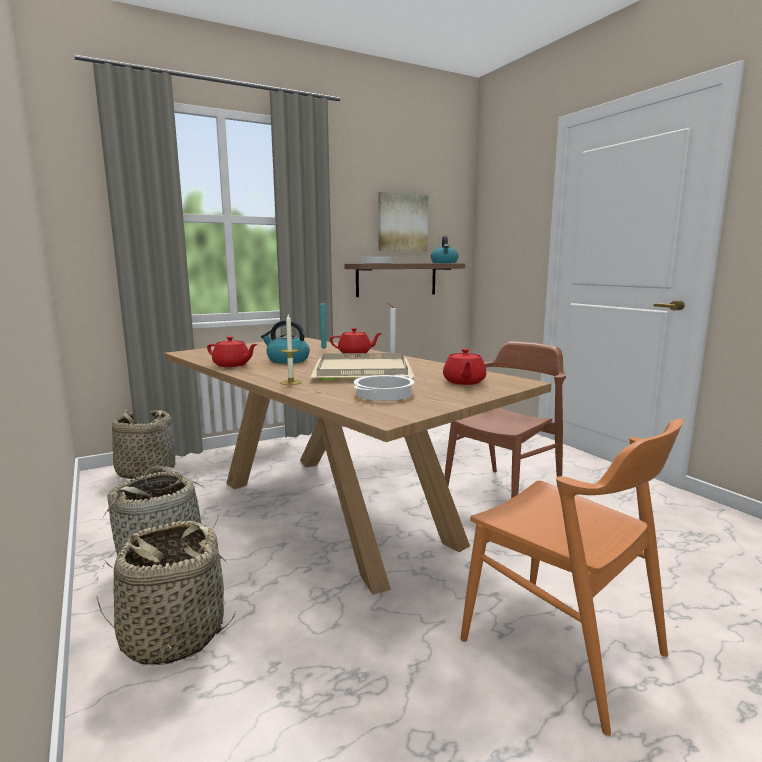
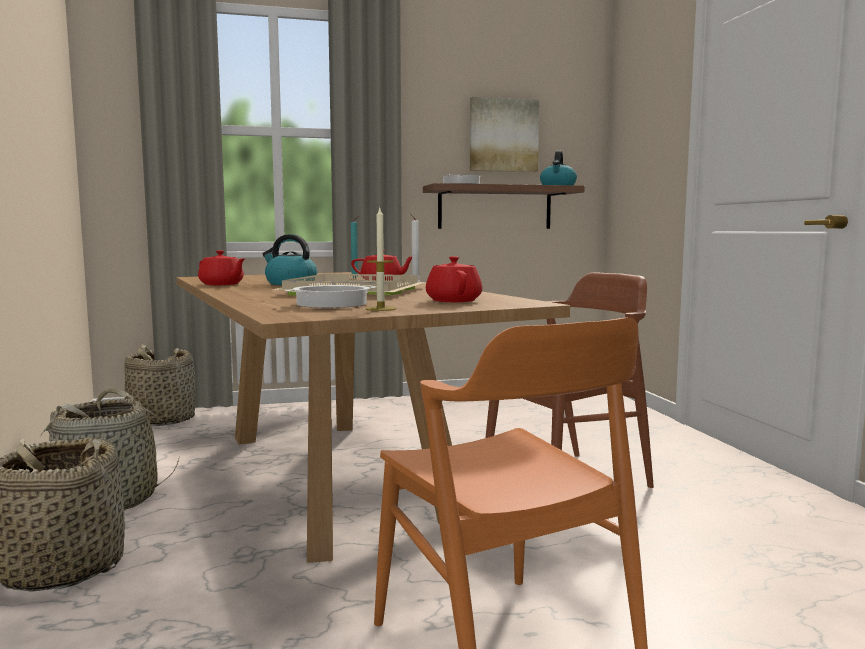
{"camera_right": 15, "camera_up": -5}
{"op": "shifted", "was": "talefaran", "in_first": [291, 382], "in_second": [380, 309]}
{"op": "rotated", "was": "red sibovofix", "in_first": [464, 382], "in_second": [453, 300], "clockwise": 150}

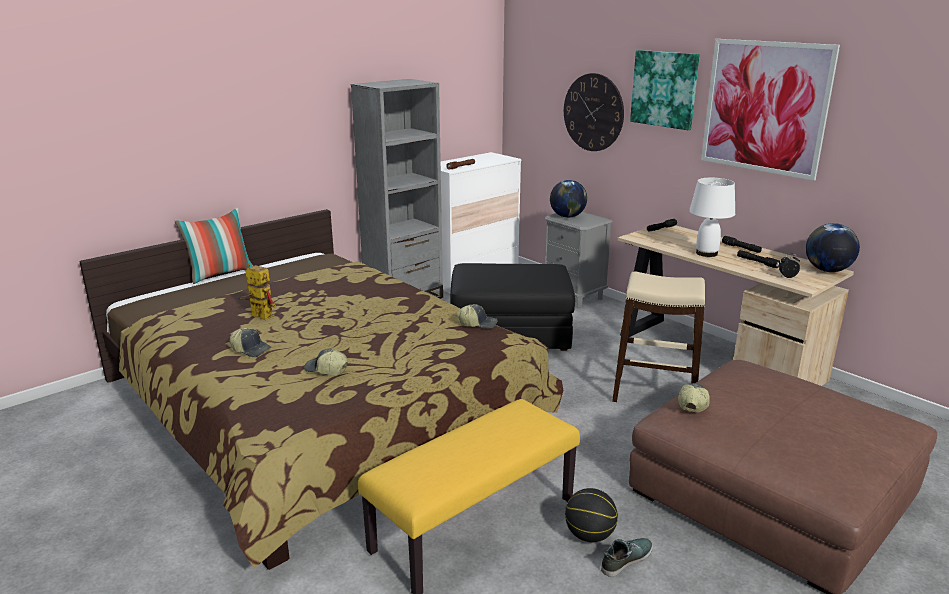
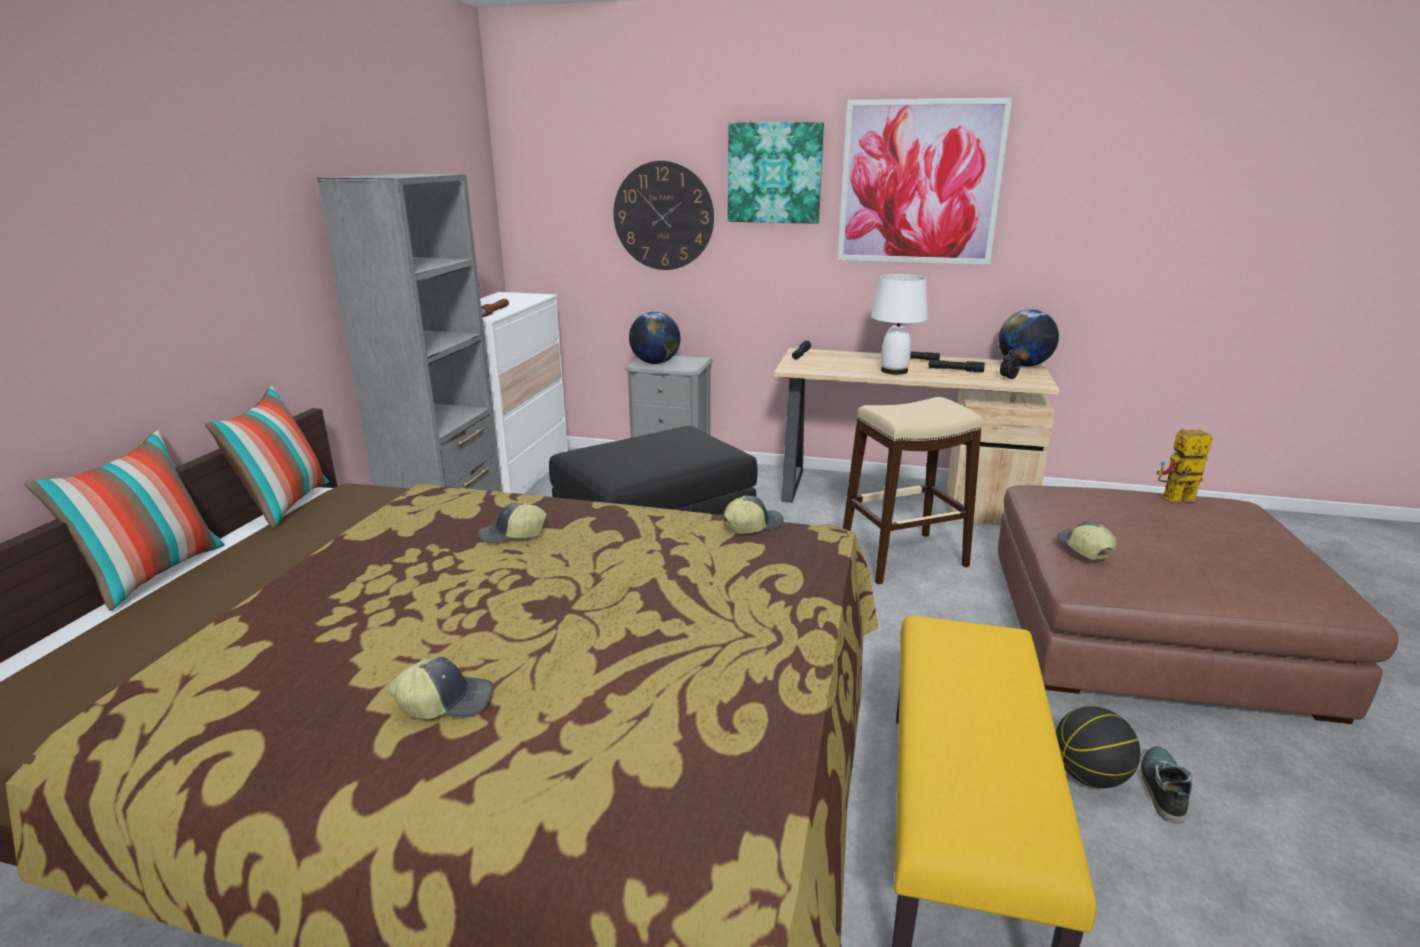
{"camera_right": -35, "camera_up": 0}
{"op": "new", "now": "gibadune", "in_second": [284, 505]}
{"op": "shifted", "was": "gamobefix", "in_first": [326, 370], "in_second": [512, 535]}
{"op": "shifted", "was": "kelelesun", "in_first": [257, 315], "in_second": [1173, 499]}

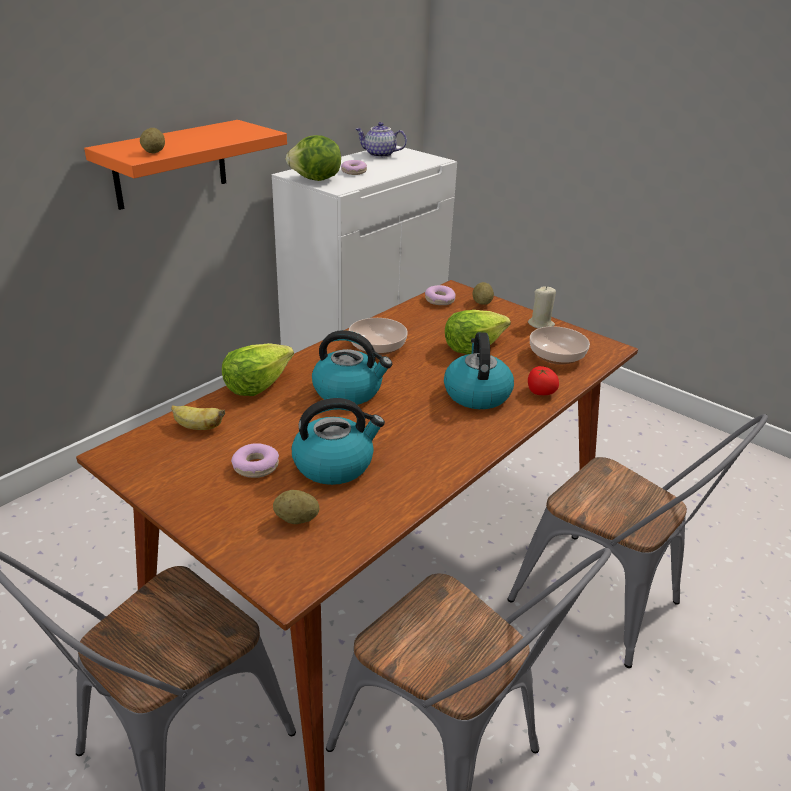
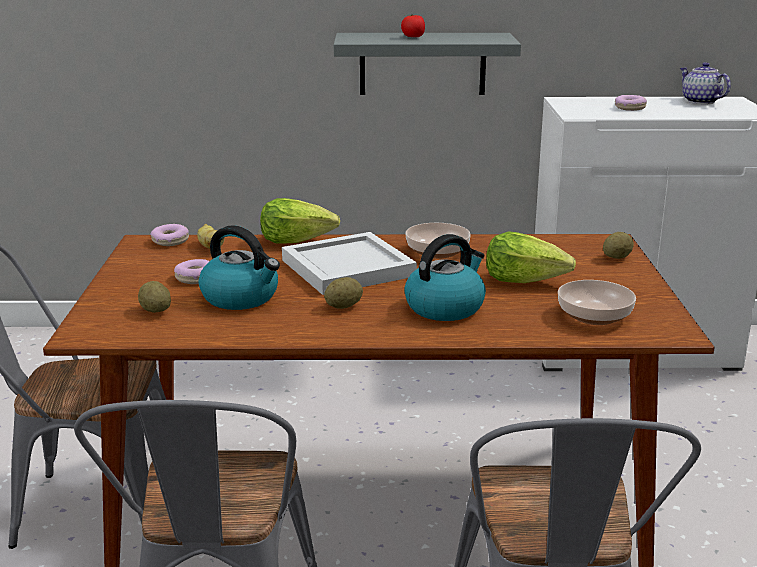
{"camera_right": 50, "camera_up": -10}
{"op": "shifted", "was": "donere", "in_first": [439, 300], "in_second": [170, 241]}
{"op": "swapped", "was": "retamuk", "now": "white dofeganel", "in_first": [349, 391], "in_second": [348, 267]}
{"op": "shifted", "was": "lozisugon", "in_first": [154, 152], "in_second": [343, 306]}
{"op": "repainted", "was": "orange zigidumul", "now": "grey zigidumul", "in_first": [170, 164], "in_second": [422, 63]}
{"op": "shifted", "was": "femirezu", "in_first": [540, 392], "in_second": [413, 37]}
{"op": "gone", "was": "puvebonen", "in_first": [316, 180]}
{"op": "gone", "was": "beige talefaran", "in_first": [541, 324]}

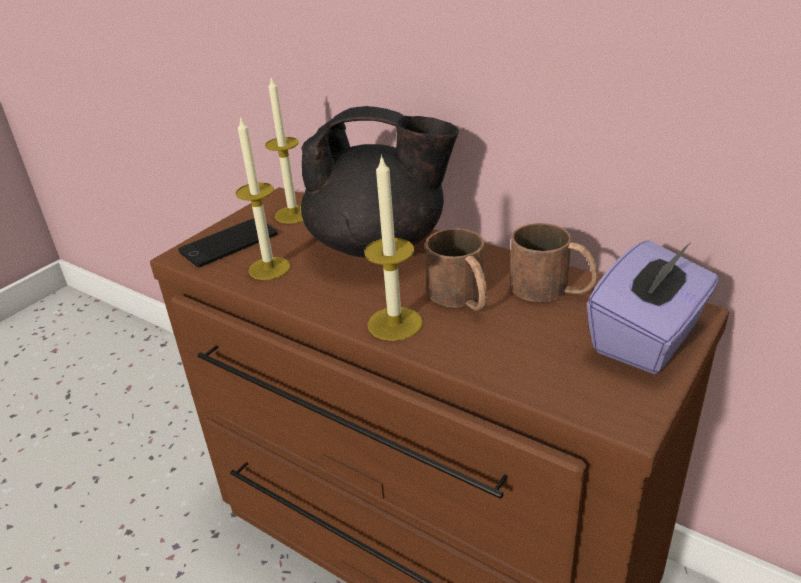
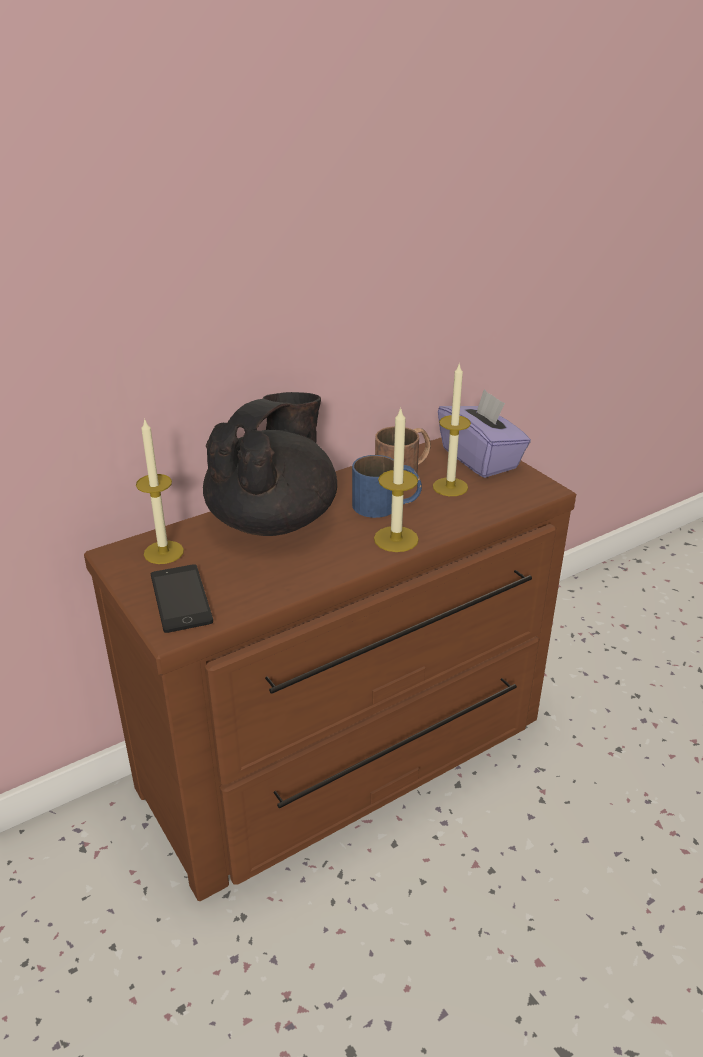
{"camera_right": -70, "camera_up": 0}
{"op": "repainted", "was": "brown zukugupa", "now": "blue zukugupa", "in_first": [462, 298], "in_second": [386, 505]}
{"op": "shifted", "was": "talefaran", "in_first": [269, 268], "in_second": [450, 487]}

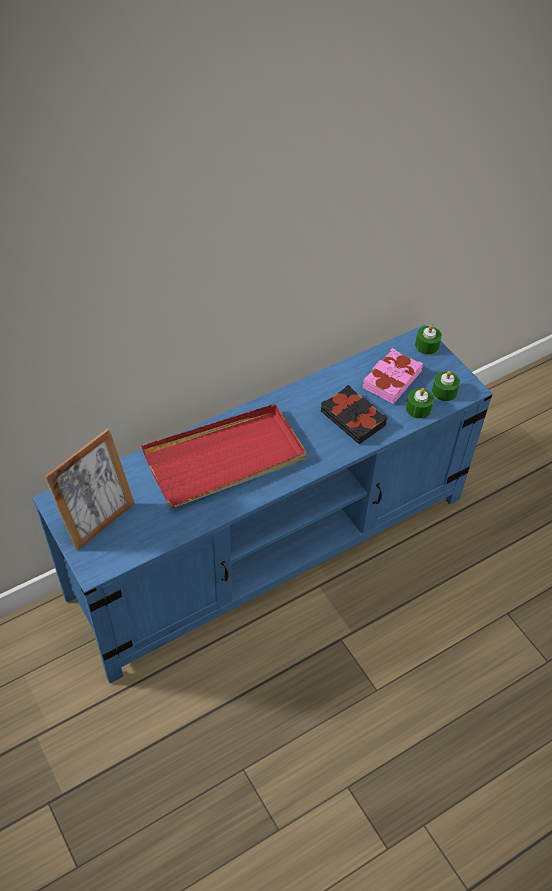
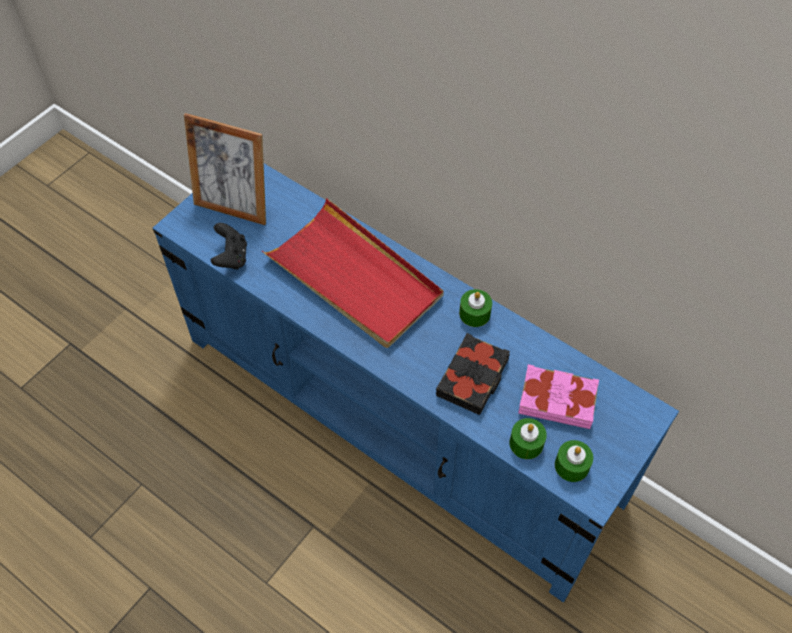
{"camera_right": 70, "camera_up": 5}
{"op": "new", "now": "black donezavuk", "in_second": [231, 257]}
{"op": "shifted", "was": "green talefaran", "in_first": [427, 345], "in_second": [474, 313]}

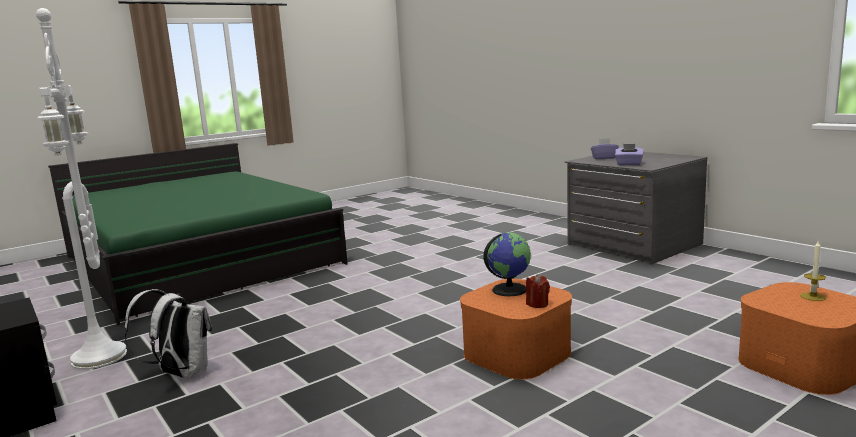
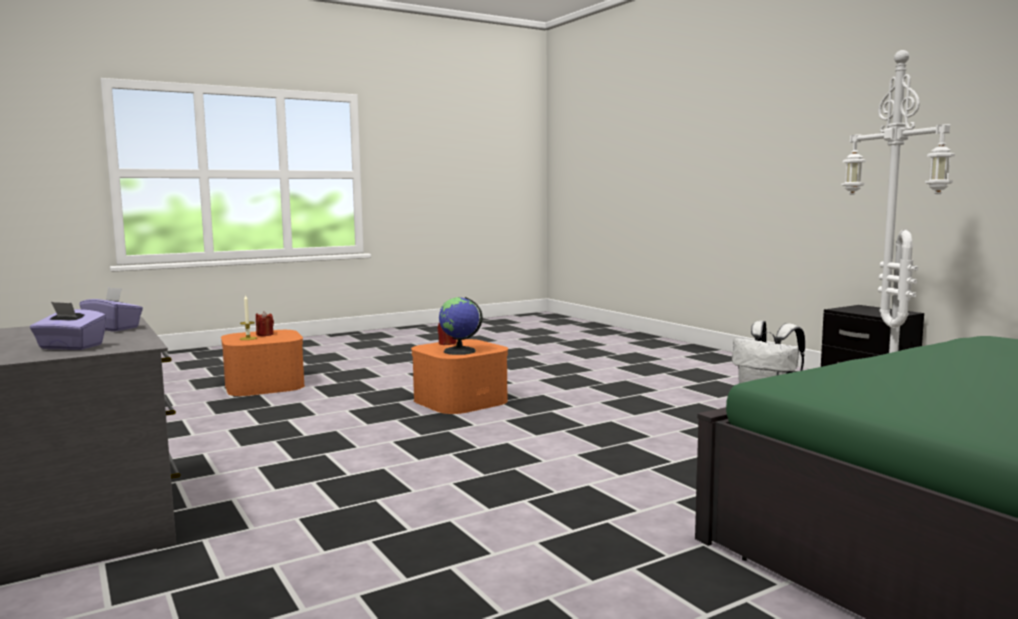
{"camera_right": -175, "camera_up": -5}
{"op": "new", "now": "red talefaran", "in_second": [265, 334]}

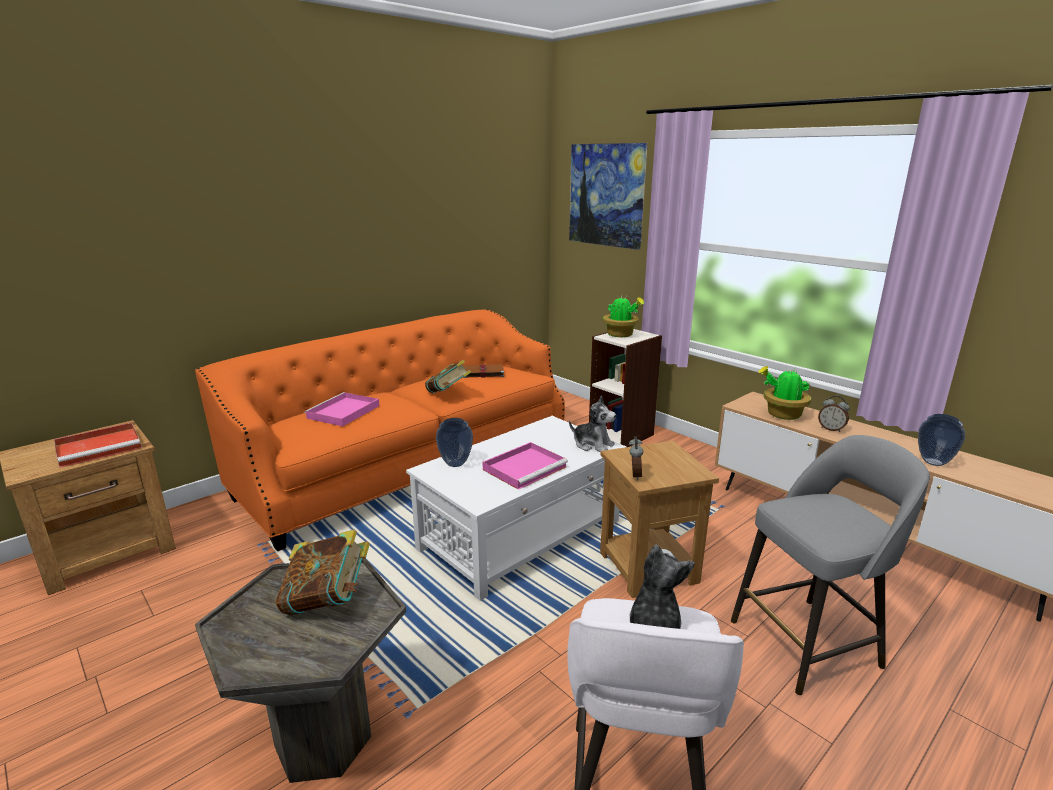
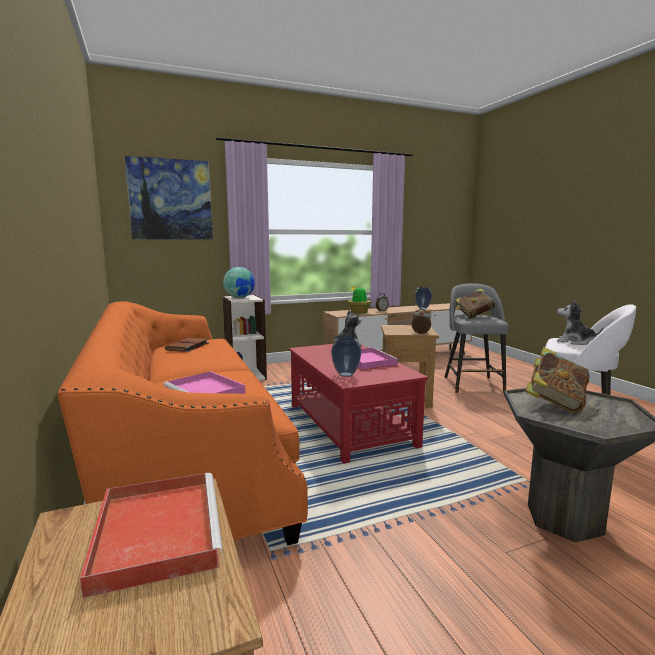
{"camera_right": -70, "camera_up": -10}
{"op": "swapped", "was": "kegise", "now": "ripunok", "in_first": [621, 335], "in_second": [239, 298]}
{"op": "repainted", "was": "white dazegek", "now": "red dazegek", "in_first": [521, 534], "in_second": [349, 424]}
{"op": "shifted", "was": "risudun", "in_first": [448, 394], "in_second": [474, 316]}

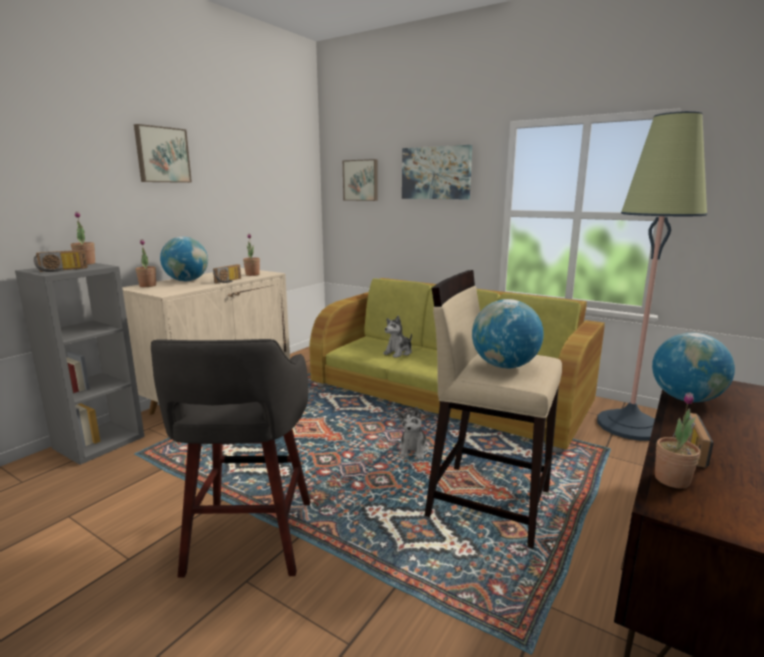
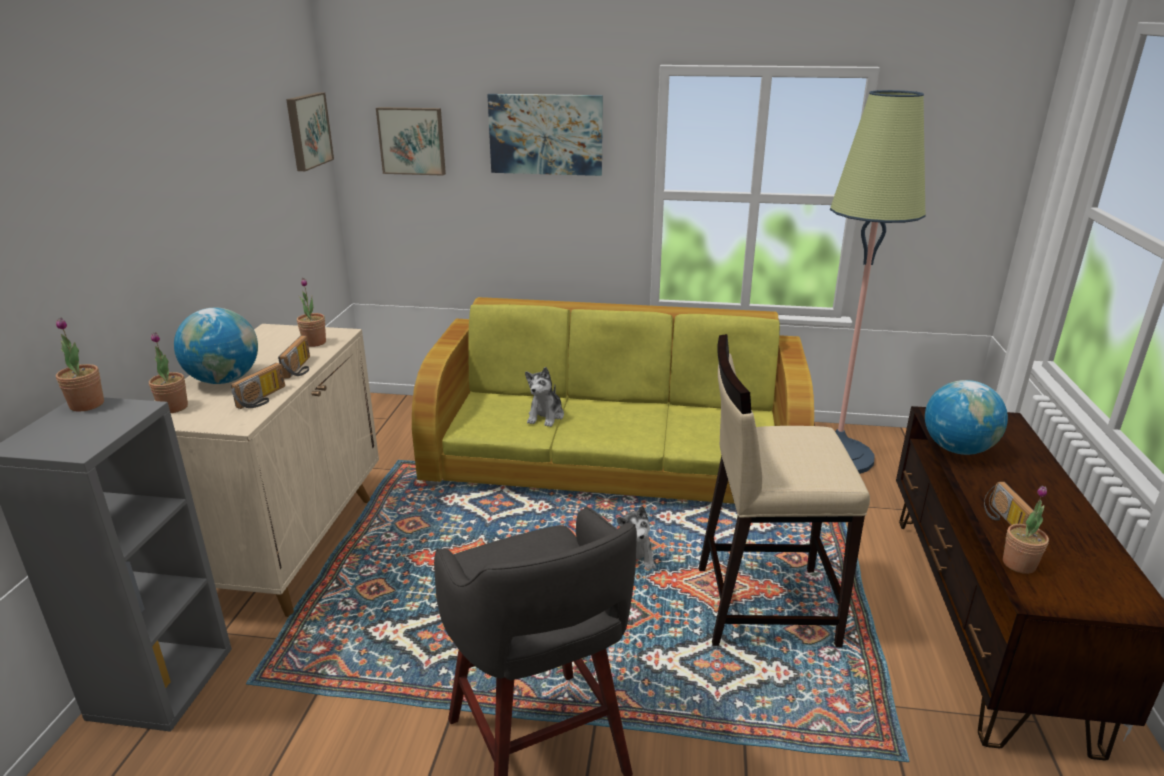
{"camera_right": -25, "camera_up": 10}
{"op": "shifted", "was": "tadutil", "in_first": [62, 270], "in_second": [263, 399]}
{"op": "shifted", "was": "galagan", "in_first": [162, 155], "in_second": [307, 131]}
{"op": "gone", "was": "ripunok", "in_first": [504, 366]}

